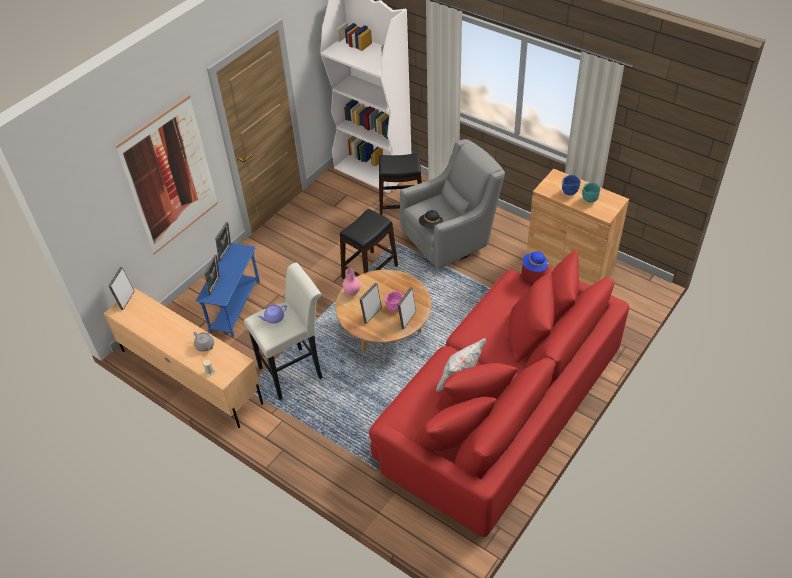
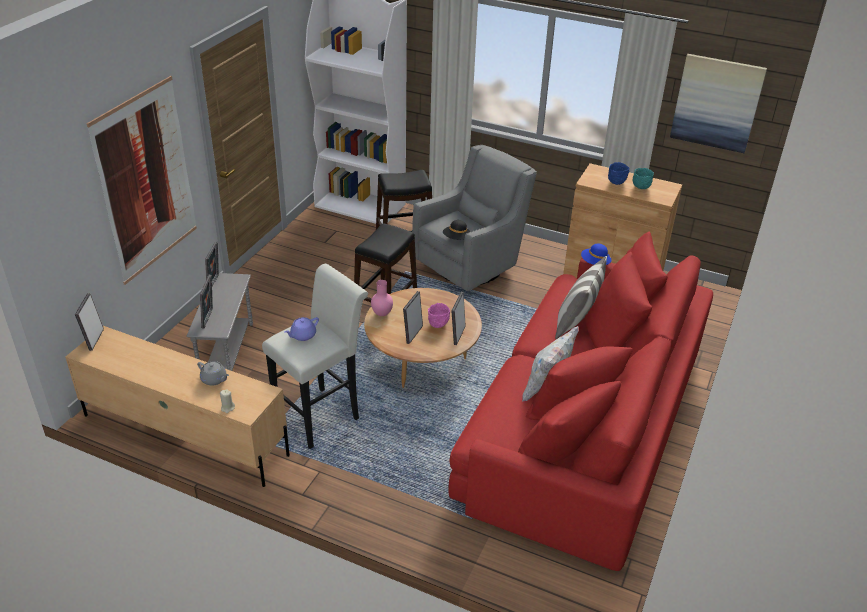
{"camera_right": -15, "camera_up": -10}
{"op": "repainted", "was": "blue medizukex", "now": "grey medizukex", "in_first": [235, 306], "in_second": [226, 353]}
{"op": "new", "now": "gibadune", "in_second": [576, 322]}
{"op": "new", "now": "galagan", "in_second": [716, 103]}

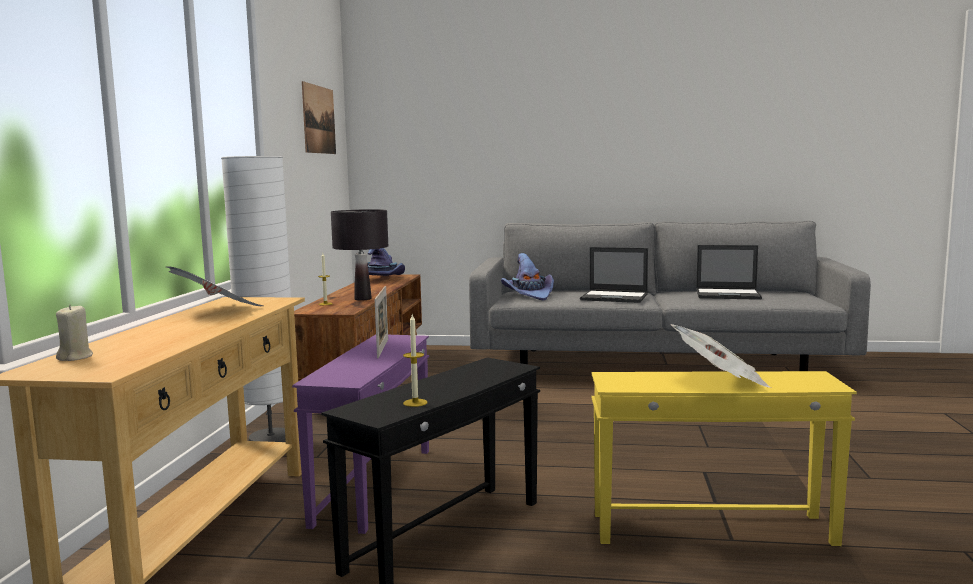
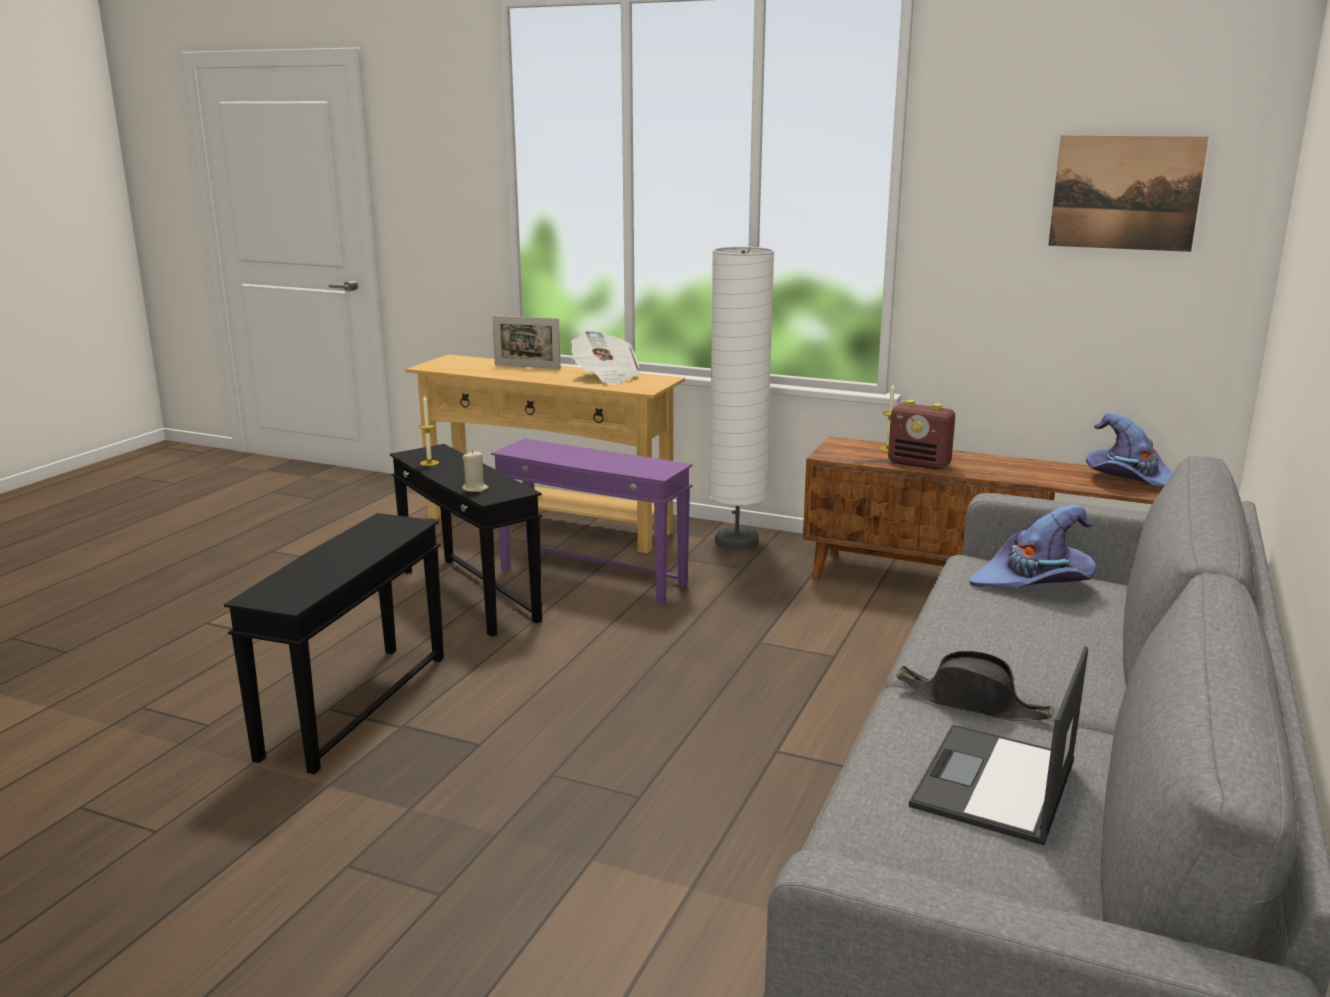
{"camera_right": 105, "camera_up": 10}
{"op": "repainted", "was": "yellow medizukex", "now": "black medizukex", "in_first": [712, 530], "in_second": [354, 705]}
{"op": "shifted", "was": "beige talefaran", "in_first": [75, 357], "in_second": [475, 489]}
{"op": "shifted", "was": "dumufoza", "in_first": [382, 348], "in_second": [527, 367]}
{"op": "swapped", "was": "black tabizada", "now": "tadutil", "in_first": [362, 299], "in_second": [919, 464]}
{"op": "new", "now": "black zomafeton", "in_second": [972, 702]}
{"op": "gone", "was": "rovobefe", "in_first": [615, 297]}
{"op": "gone", "was": "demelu", "in_first": [720, 381]}

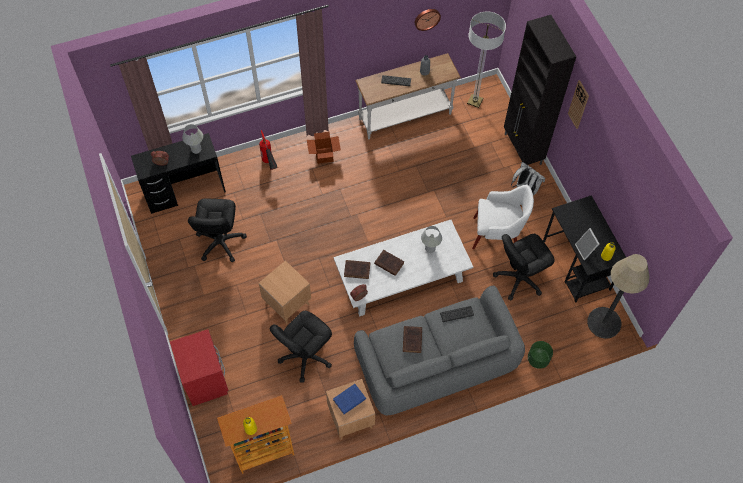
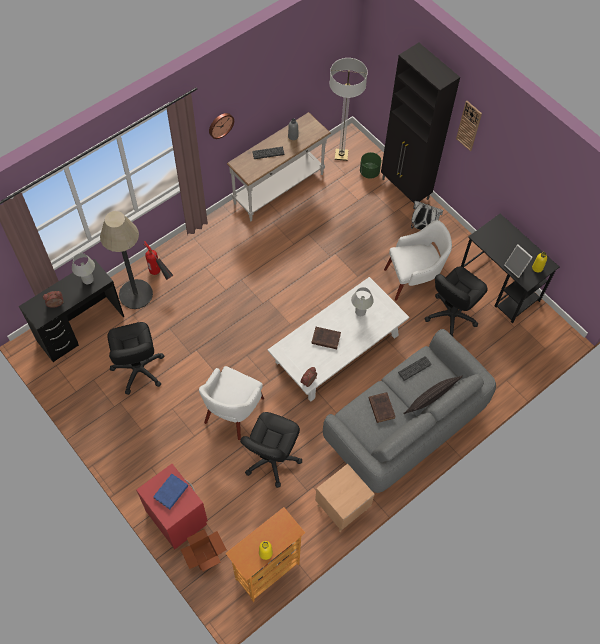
{"camera_right": -20, "camera_up": 0}
{"op": "shifted", "was": "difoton", "in_first": [604, 323], "in_second": [136, 294]}
{"op": "shifted", "was": "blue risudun", "in_first": [348, 400], "in_second": [170, 493]}
{"op": "shifted", "was": "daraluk", "in_first": [324, 155], "in_second": [205, 556]}
{"op": "swapped", "was": "brown medizukex", "now": "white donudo", "in_first": [287, 304], "in_second": [232, 412]}
{"op": "shifted", "was": "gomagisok", "in_first": [427, 18], "in_second": [220, 125]}
{"op": "shifted", "was": "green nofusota", "in_first": [538, 359], "in_second": [369, 172]}
{"op": "new", "now": "gibadune", "in_second": [430, 400]}
{"op": "gone", "was": "brown risudun", "in_first": [358, 270]}

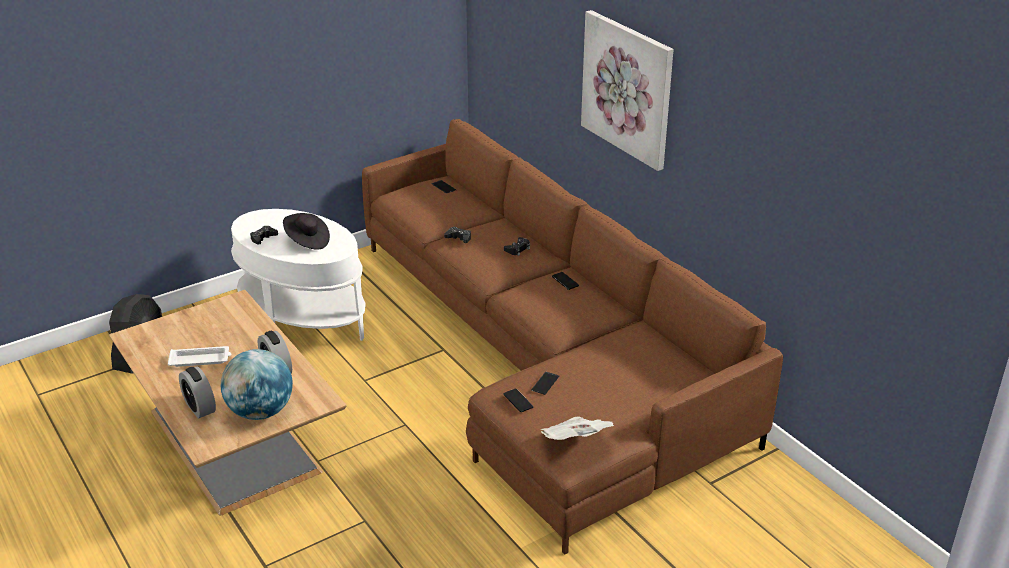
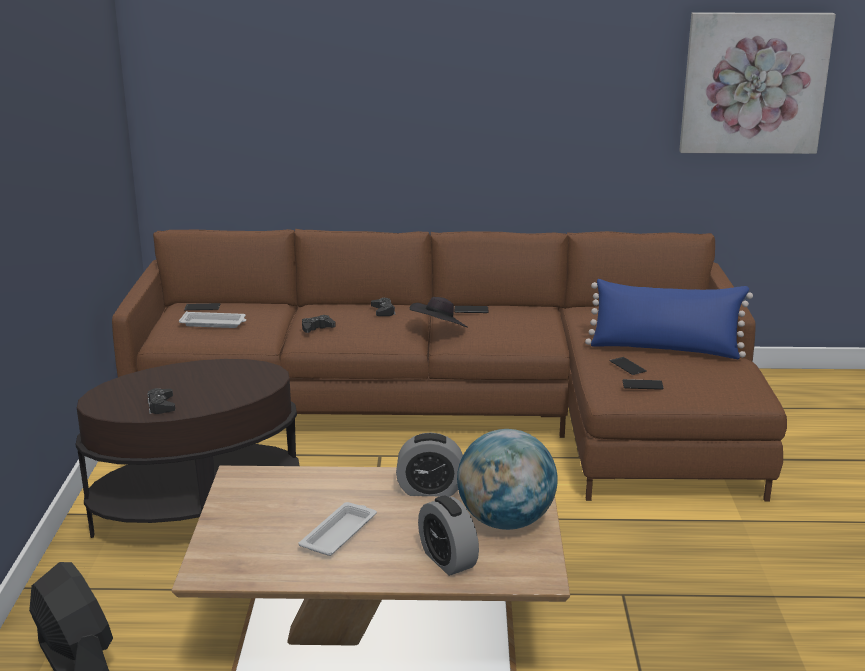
{"camera_right": -55, "camera_up": -10}
{"op": "repainted", "was": "white medizukex", "now": "brown medizukex", "in_first": [303, 320], "in_second": [198, 518]}
{"op": "new", "now": "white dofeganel", "in_second": [214, 323]}
{"op": "shifted", "was": "black zomafeton", "in_first": [307, 241], "in_second": [439, 330]}
{"op": "rotated", "was": "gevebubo", "in_first": [199, 407], "in_second": [447, 560], "clockwise": 60}
{"op": "new", "now": "blue gibadune", "in_second": [665, 349]}
{"op": "shifted", "was": "galagan", "in_first": [628, 88], "in_second": [753, 83]}
{"op": "gone", "was": "demelu", "in_first": [576, 443]}

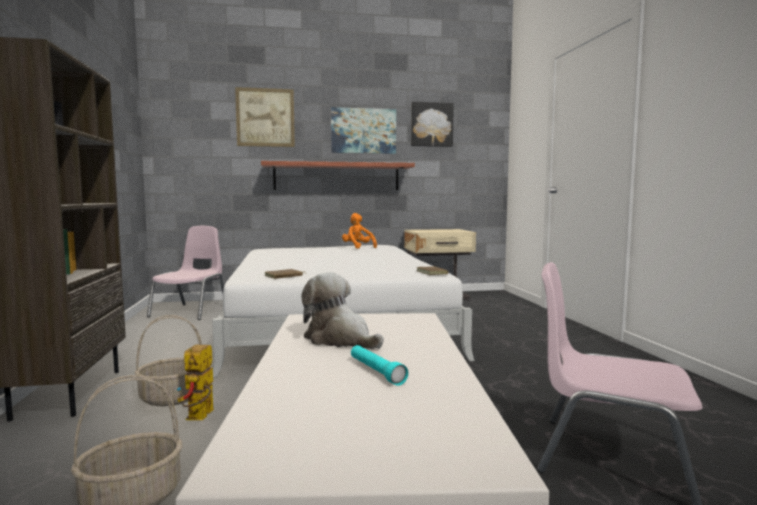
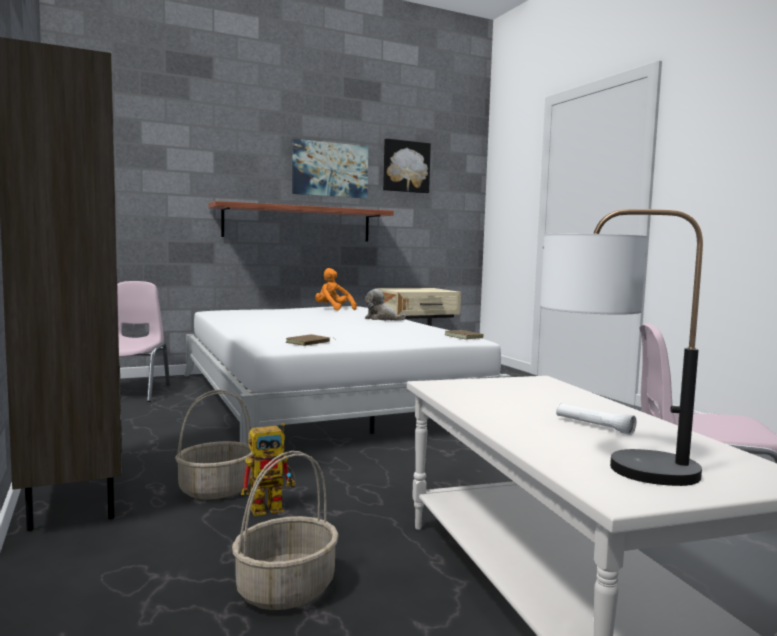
{"camera_right": -15, "camera_up": 0}
{"op": "rotated", "was": "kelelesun", "in_first": [200, 418], "in_second": [273, 507], "clockwise": -105}
{"op": "shifted", "was": "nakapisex", "in_first": [340, 339], "in_second": [382, 319]}
{"op": "new", "now": "tabizada", "in_second": [610, 467]}
{"op": "repainted", "was": "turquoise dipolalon", "now": "white dipolalon", "in_first": [376, 372], "in_second": [593, 426]}
{"op": "gone", "was": "galagan", "in_first": [265, 117]}

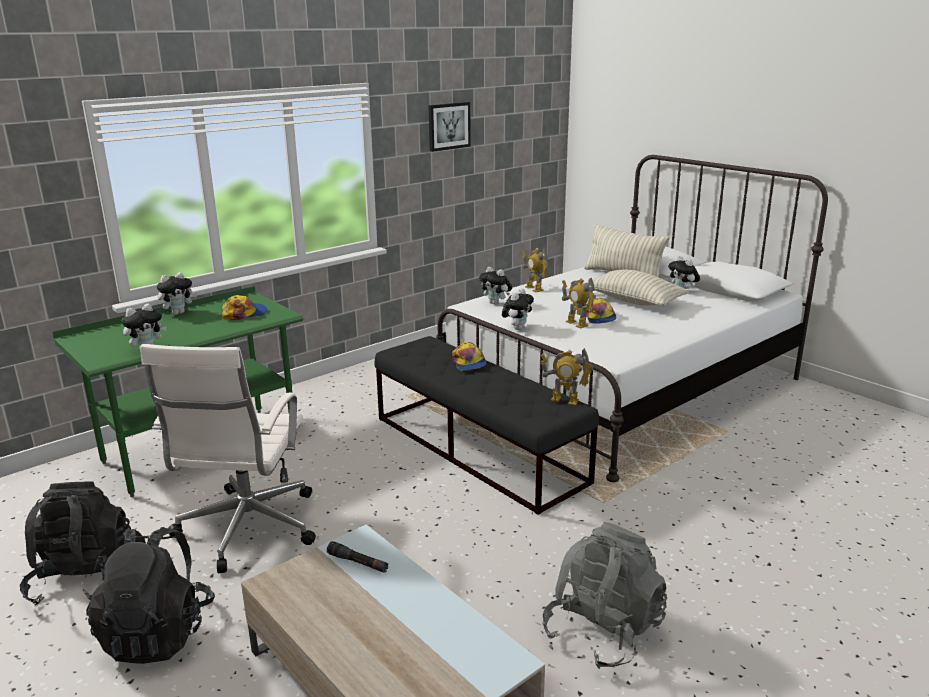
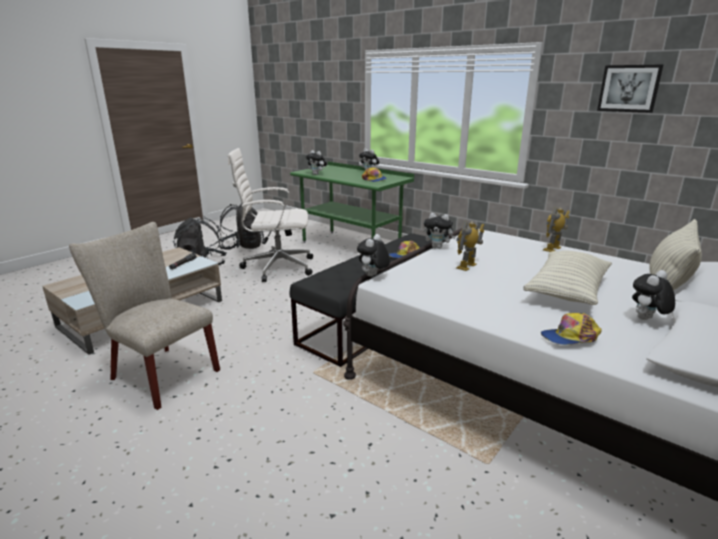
{"camera_right": 80, "camera_up": 0}
{"op": "swapped", "was": "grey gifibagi", "now": "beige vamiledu", "in_first": [603, 631], "in_second": [159, 373]}
{"op": "shifted", "was": "nakapisex", "in_first": [496, 303], "in_second": [373, 276]}
{"op": "shifted", "was": "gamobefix", "in_first": [599, 317], "in_second": [570, 337]}
{"op": "gone", "was": "kelelesun", "in_first": [565, 400]}

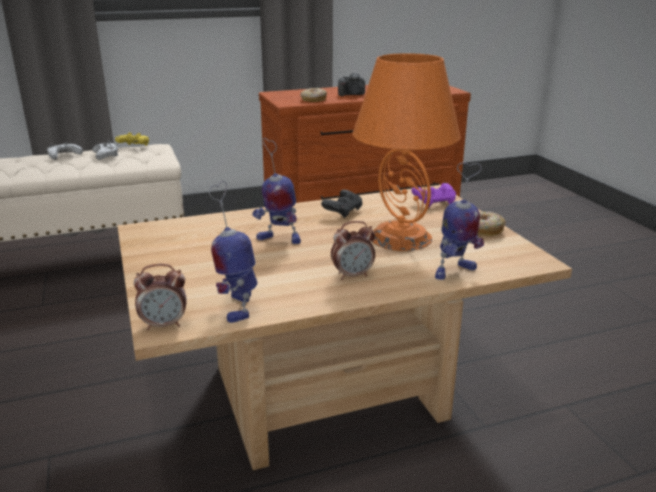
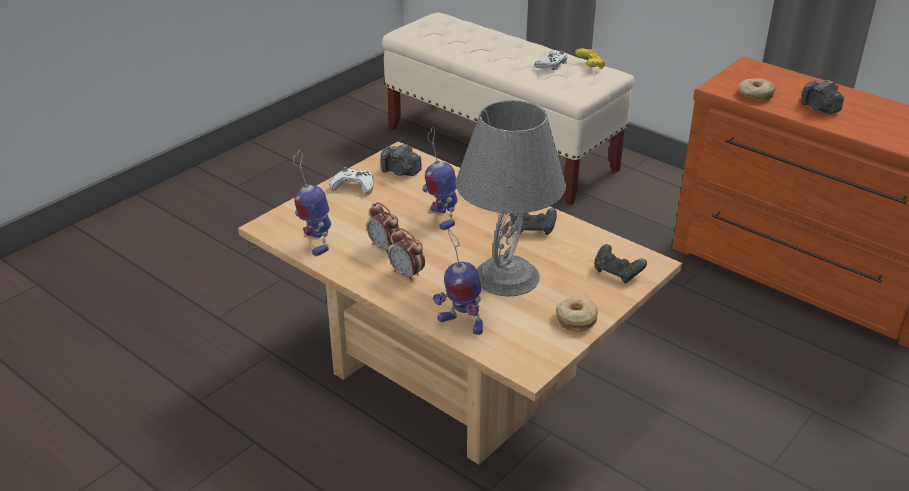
{"camera_right": 60, "camera_up": 10}
{"op": "rotated", "was": "kelelesun", "in_first": [237, 307], "in_second": [315, 243], "clockwise": -75}
{"op": "shifted", "was": "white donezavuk", "in_first": [64, 155], "in_second": [354, 186]}
{"op": "shifted", "was": "gevebubo", "in_first": [164, 325], "in_second": [384, 248]}
{"op": "new", "now": "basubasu", "in_second": [401, 172]}
{"op": "repainted", "was": "orange tabizada", "now": "grey tabizada", "in_first": [399, 237], "in_second": [506, 276]}
{"op": "repainted", "was": "purple donezavuk", "now": "black donezavuk", "in_first": [434, 203], "in_second": [617, 273]}

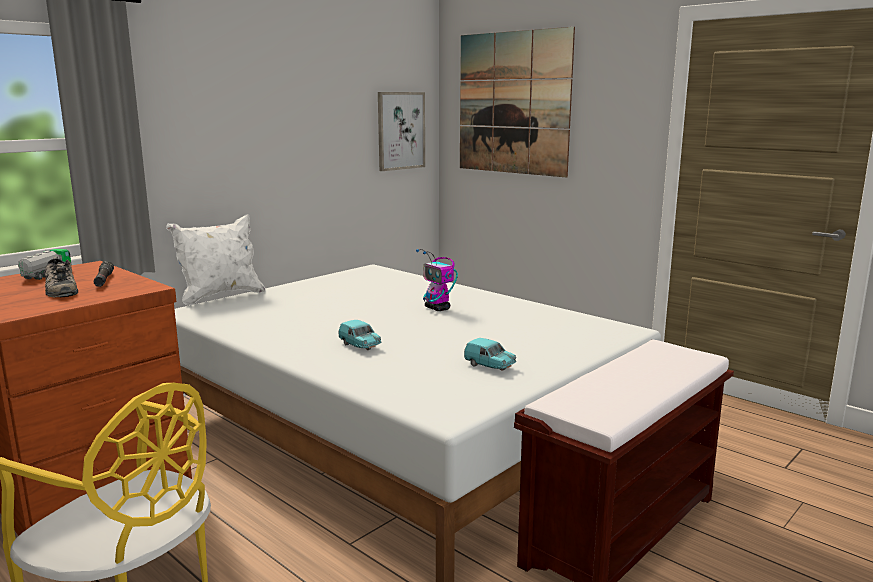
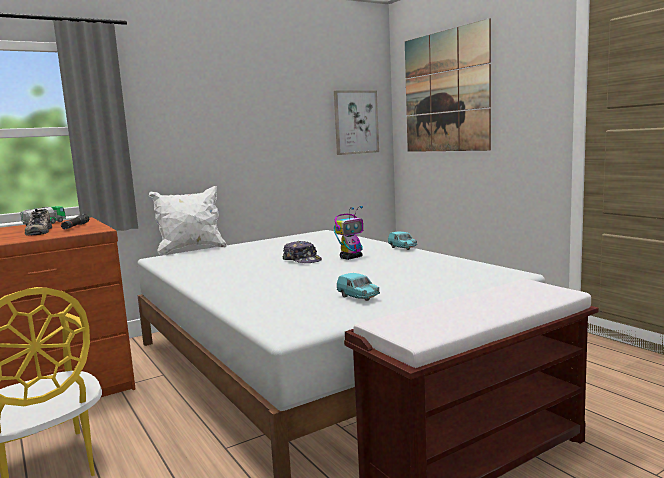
{"camera_right": 15, "camera_up": -5}
{"op": "new", "now": "gamobefix", "in_second": [302, 260]}
{"op": "rotated", "was": "kelelesun", "in_first": [437, 308], "in_second": [351, 257], "clockwise": -105}
{"op": "shifted", "was": "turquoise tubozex", "in_first": [360, 346], "in_second": [402, 248]}

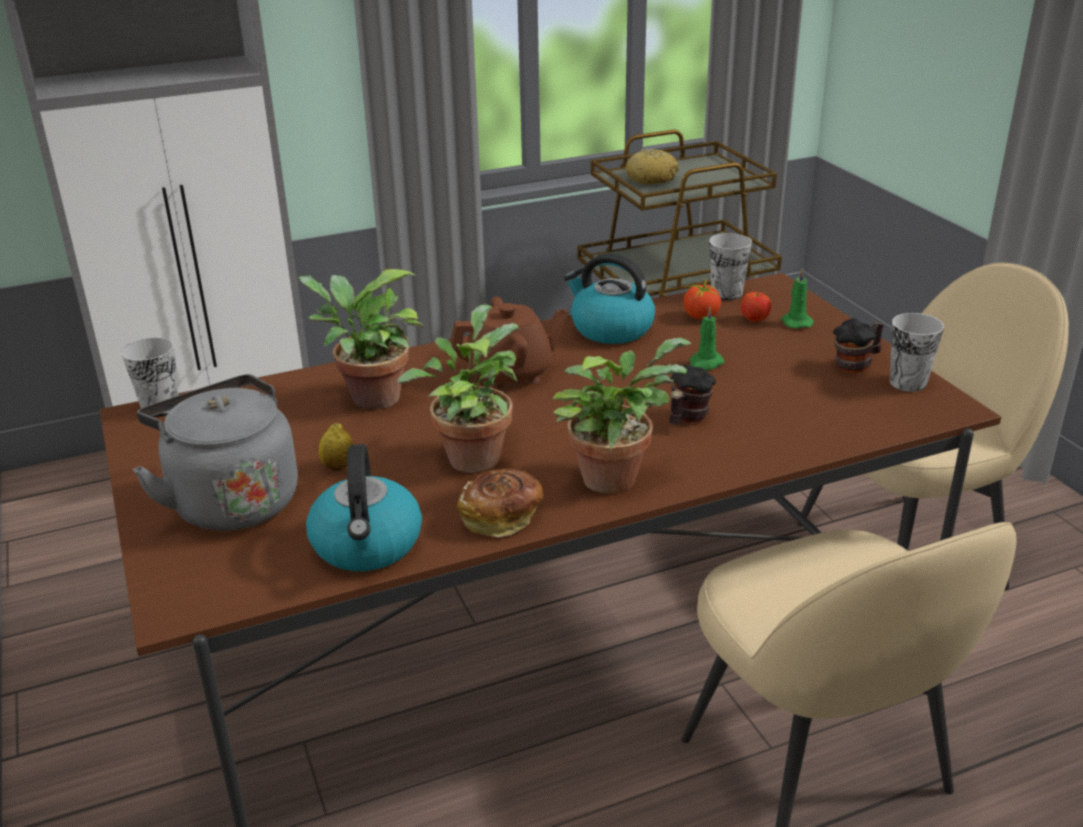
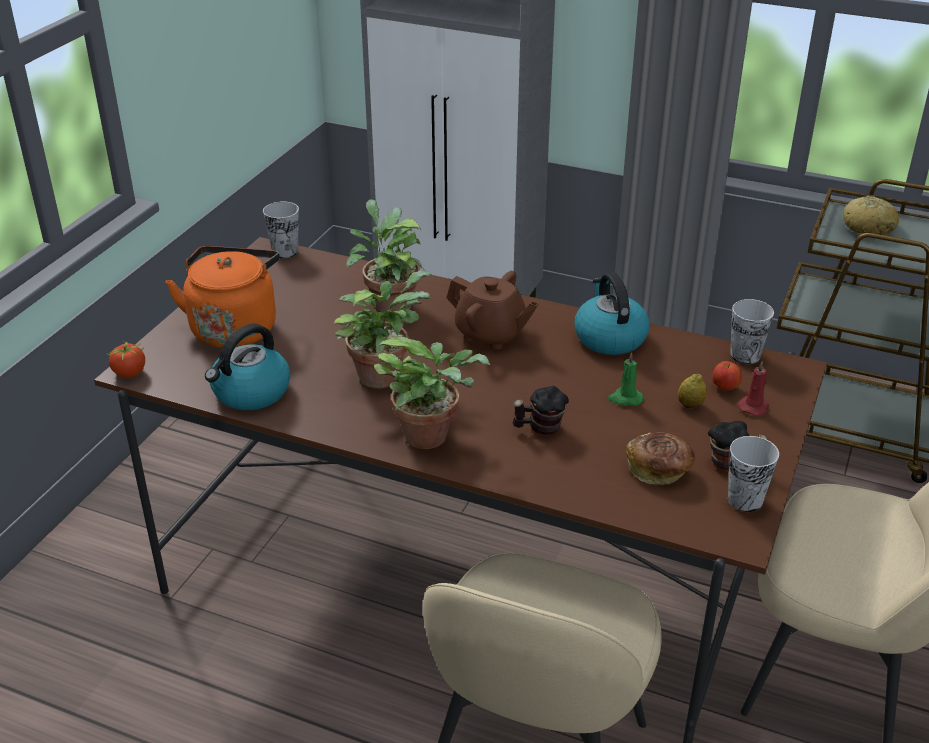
{"camera_right": 45, "camera_up": 5}
{"op": "shifted", "was": "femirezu", "in_first": [701, 316], "in_second": [130, 373]}
{"op": "repainted", "was": "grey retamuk", "now": "orange retamuk", "in_first": [231, 500], "in_second": [234, 327]}
{"op": "shifted", "was": "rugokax", "in_first": [501, 518], "in_second": [659, 470]}
{"op": "shifted", "was": "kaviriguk", "in_first": [338, 466], "in_second": [690, 405]}
{"op": "repainted", "was": "green talefaran", "now": "red talefaran", "in_first": [795, 322], "in_second": [754, 406]}

